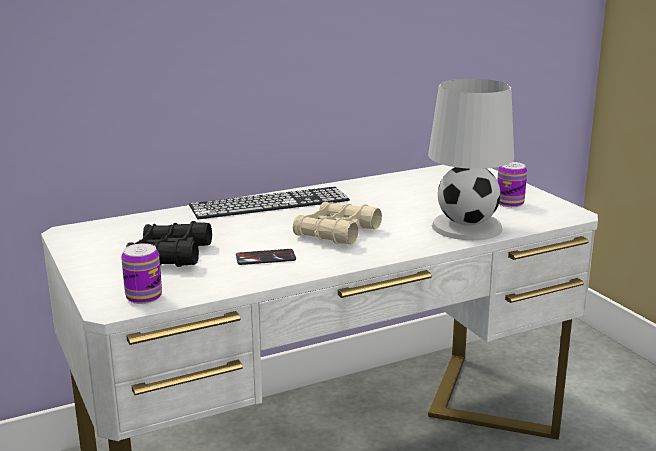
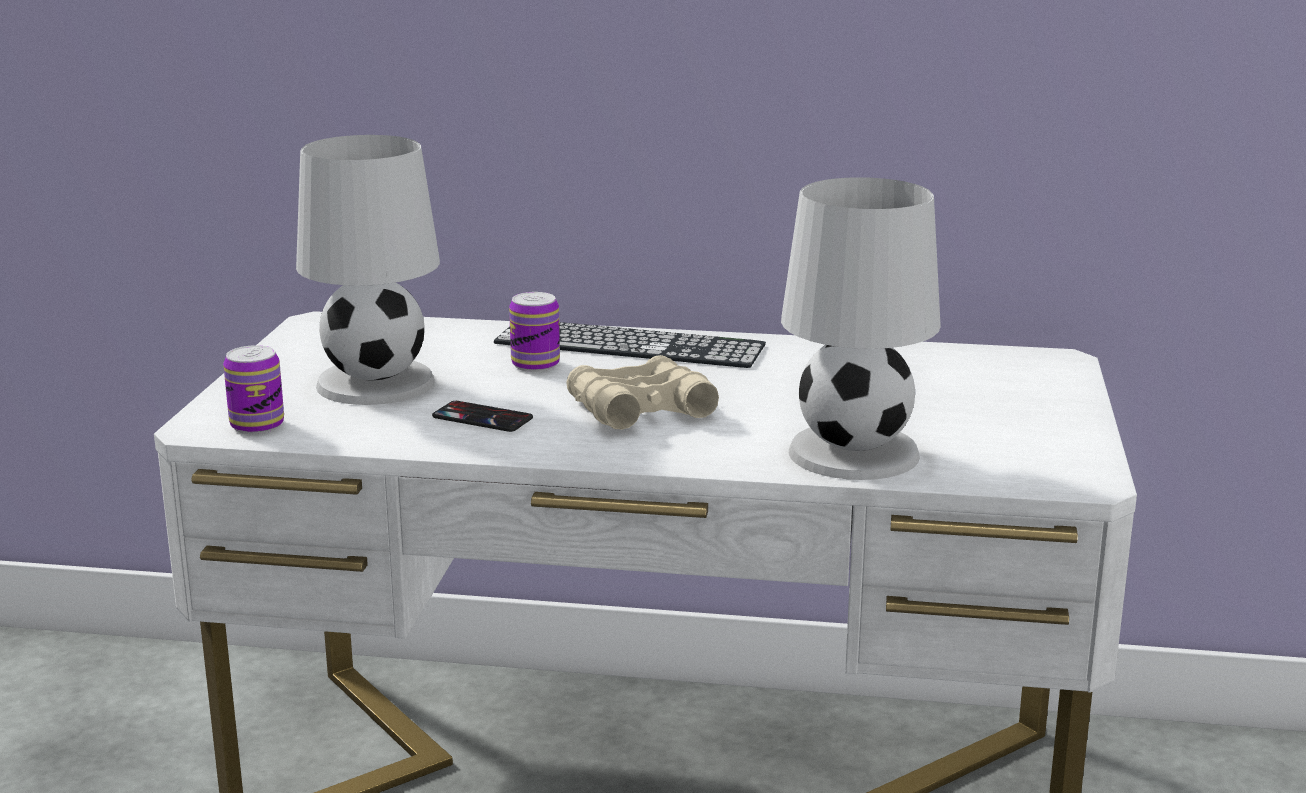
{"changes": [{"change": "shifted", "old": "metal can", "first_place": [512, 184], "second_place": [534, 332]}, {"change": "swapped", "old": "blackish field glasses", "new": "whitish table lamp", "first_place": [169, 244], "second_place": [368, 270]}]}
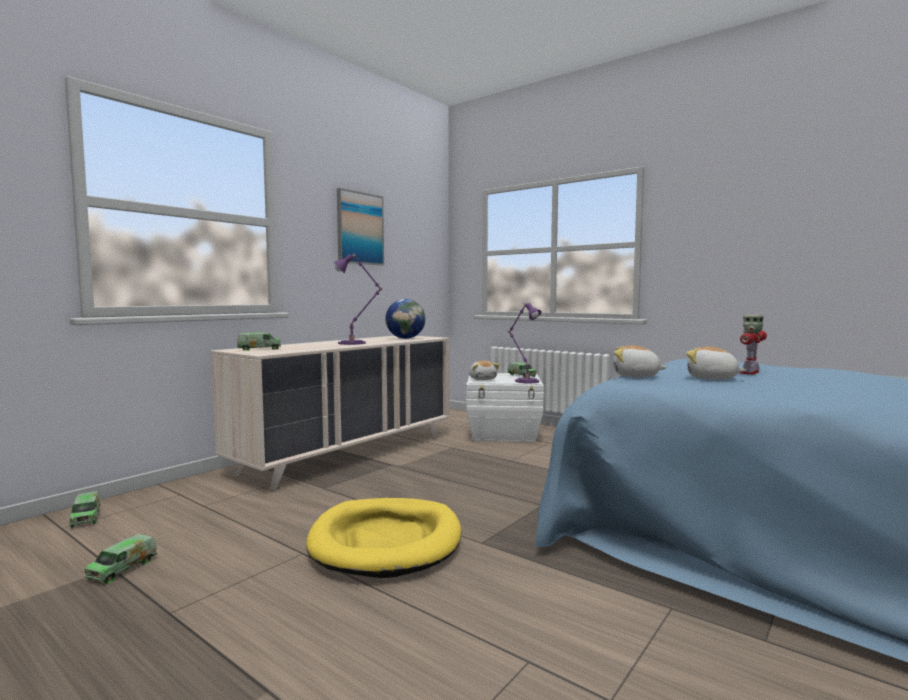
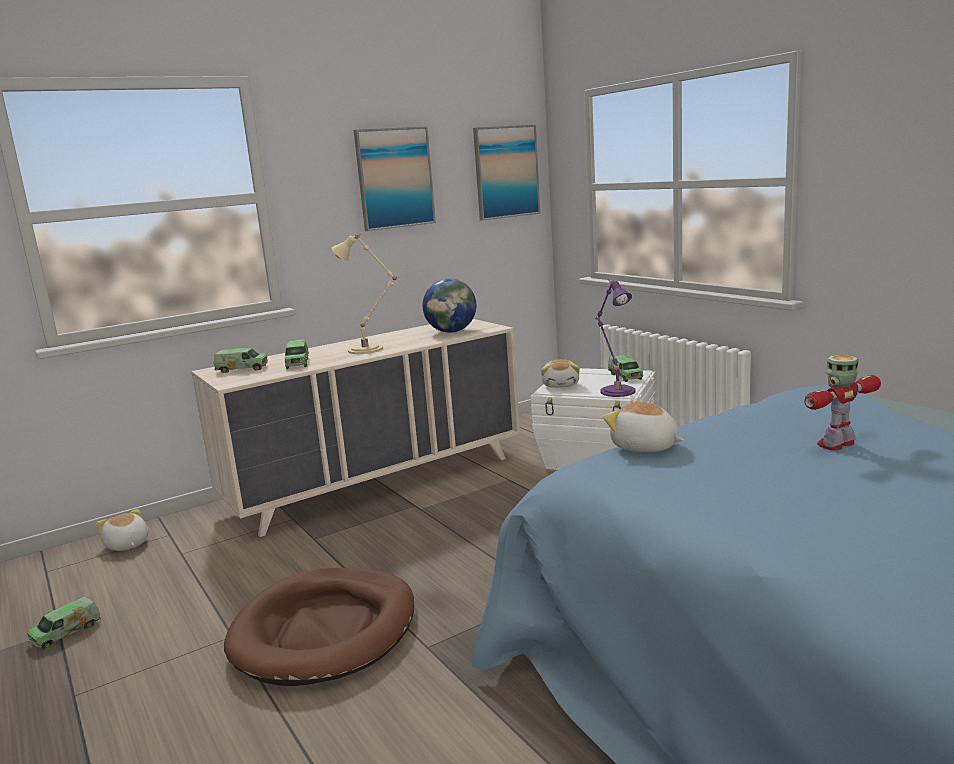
{"changes": [{"change": "new", "new": "picture", "second_place": [507, 173]}, {"change": "shifted", "old": "toy lorry", "first_place": [85, 509], "second_place": [297, 354]}, {"change": "shifted", "old": "plush toy", "first_place": [716, 363], "second_place": [122, 530]}, {"change": "repainted", "old": "yellow pet bed", "new": "brown-coloured pet bed", "first_place": [383, 538], "second_place": [319, 627]}, {"change": "repainted", "old": "purple table lamp", "new": "beige table lamp", "first_place": [358, 299], "second_place": [365, 294]}]}
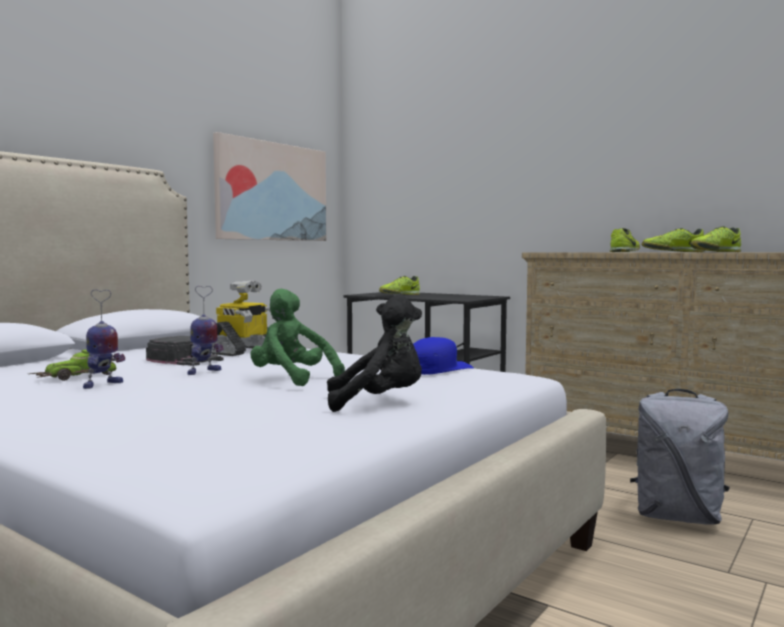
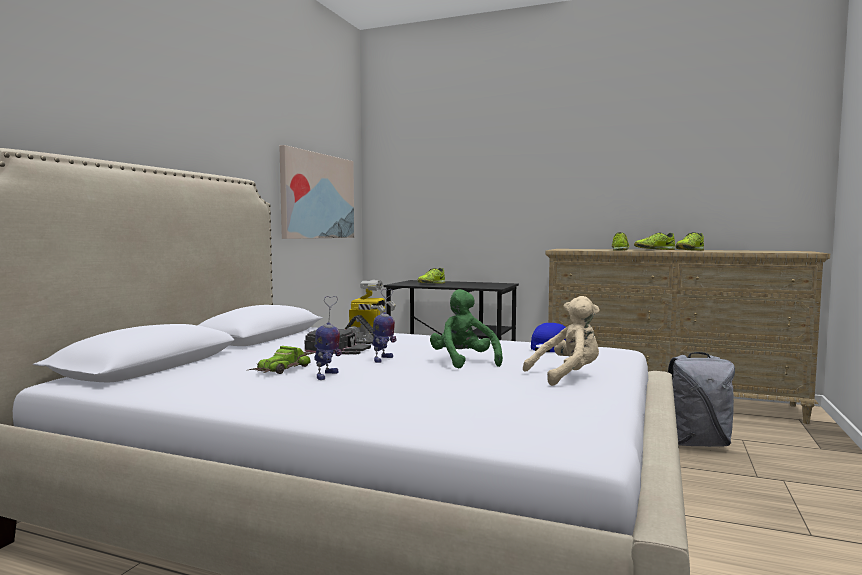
{"changes": [{"change": "repainted", "old": "blackish plush toy", "new": "beige plush toy", "first_place": [374, 353], "second_place": [561, 341]}, {"change": "rotated", "old": "greenish plush toy", "first_place": [298, 337], "second_place": [466, 328], "degrees": 45}]}
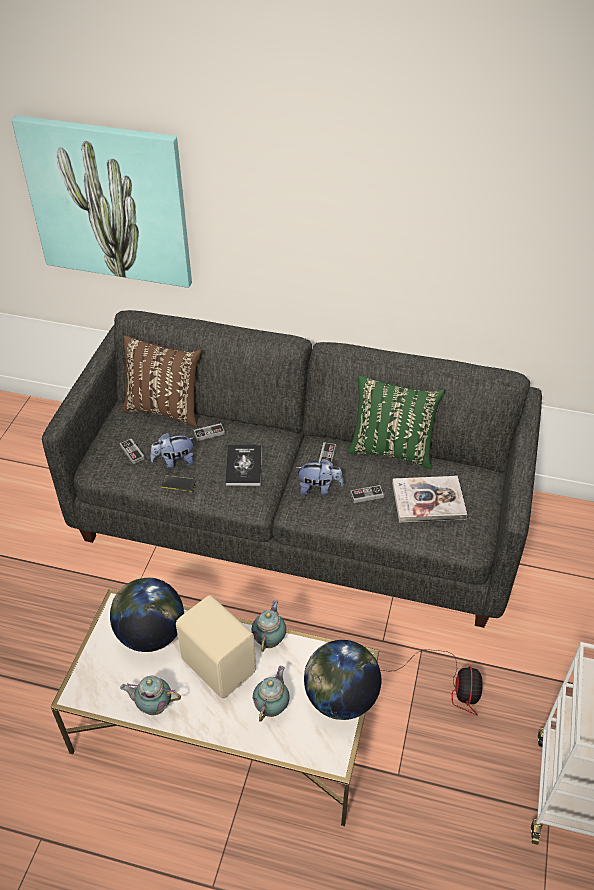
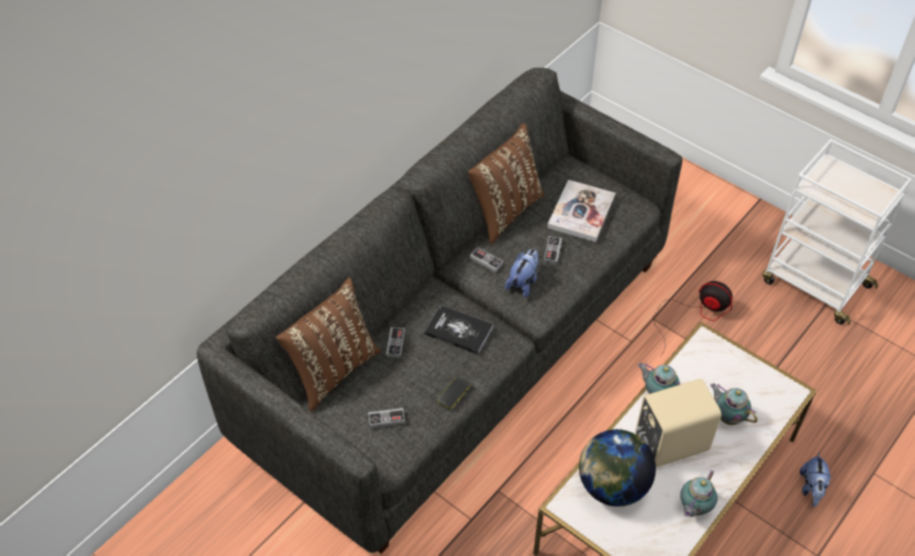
{"changes": [{"change": "gone", "old": "picture", "first_place": [102, 201]}, {"change": "gone", "old": "globe", "first_place": [342, 680]}, {"change": "shifted", "old": "plush toy", "first_place": [172, 451], "second_place": [815, 479]}, {"change": "repainted", "old": "greenish pillow", "new": "brown-coloured pillow", "first_place": [396, 422], "second_place": [506, 184]}]}
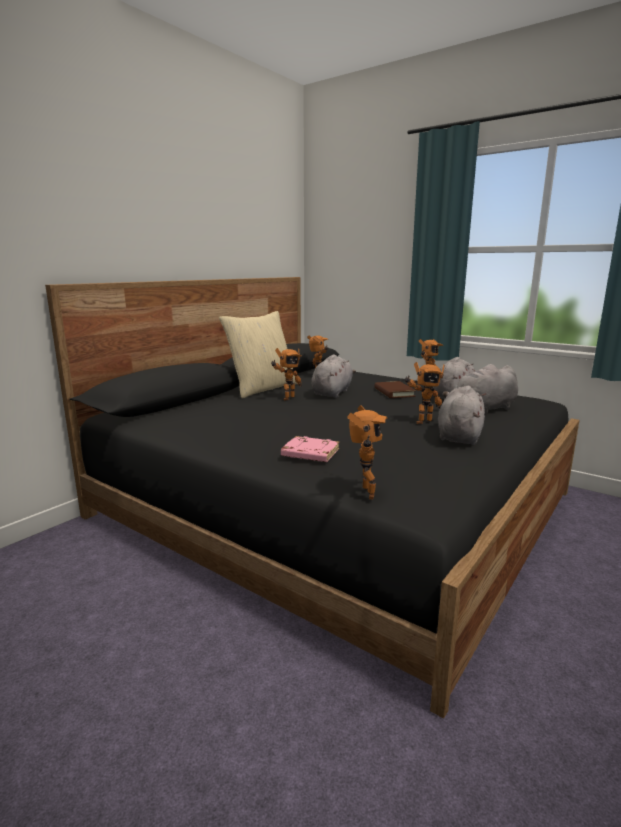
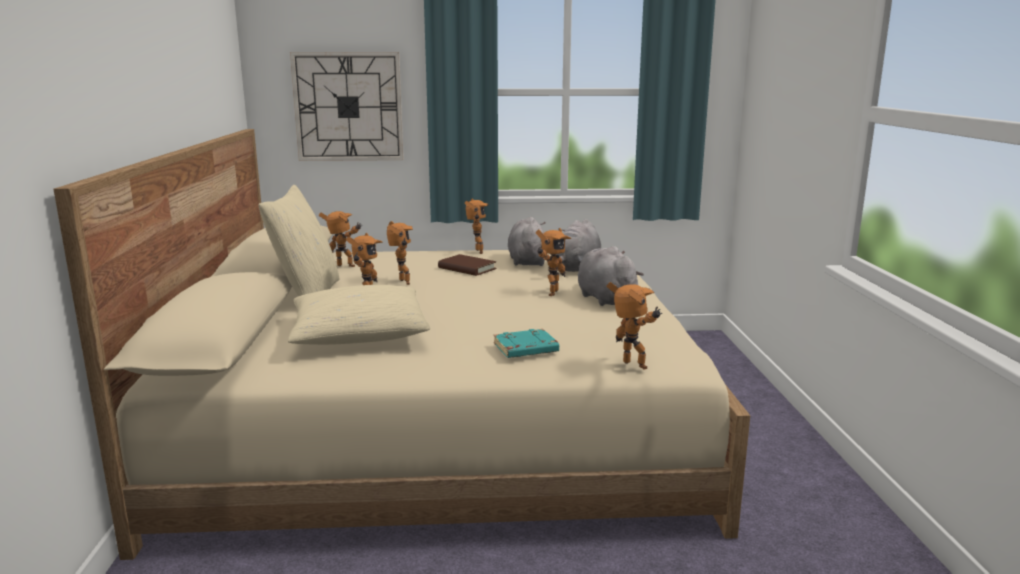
{"changes": [{"change": "new", "new": "beige pillow", "second_place": [359, 315]}, {"change": "new", "new": "hanging clock", "second_place": [347, 106]}, {"change": "swapped", "old": "gray plush toy", "new": "robot figure", "first_place": [333, 376], "second_place": [400, 253]}, {"change": "repainted", "old": "blackish bedroom bed", "new": "beige bedroom bed", "first_place": [312, 497], "second_place": [402, 344]}, {"change": "repainted", "old": "pinkish bound book", "new": "turquoise bound book", "first_place": [310, 449], "second_place": [526, 343]}]}
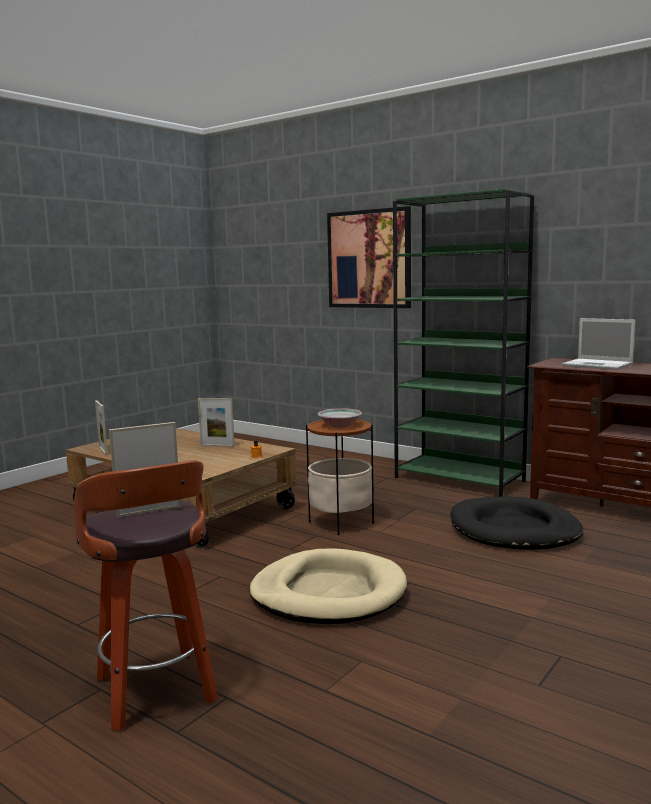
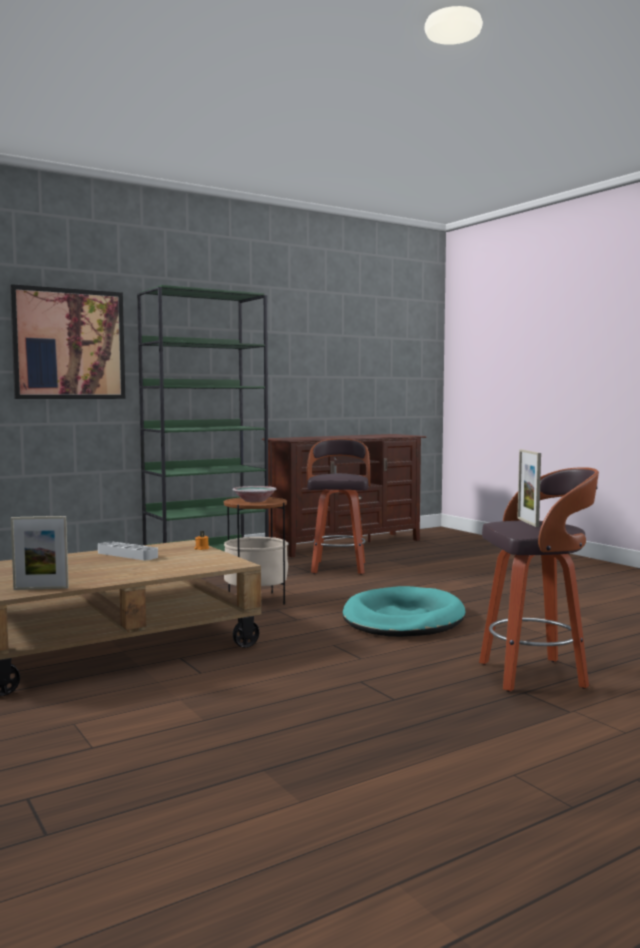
{"changes": [{"change": "gone", "old": "portable computer", "first_place": [599, 344]}, {"change": "swapped", "old": "standing frame", "new": "gray serving tray", "first_place": [216, 422], "second_place": [128, 550]}, {"change": "swapped", "old": "blackish pet bed", "new": "stool", "first_place": [516, 523], "second_place": [338, 506]}, {"change": "repainted", "old": "beige pet bed", "new": "turquoise pet bed", "first_place": [328, 586], "second_place": [404, 611]}]}
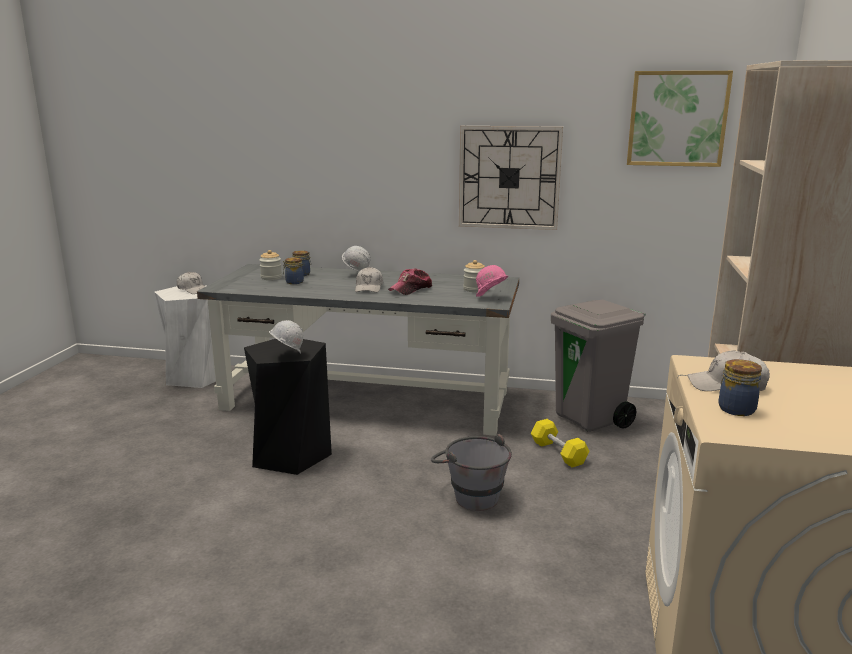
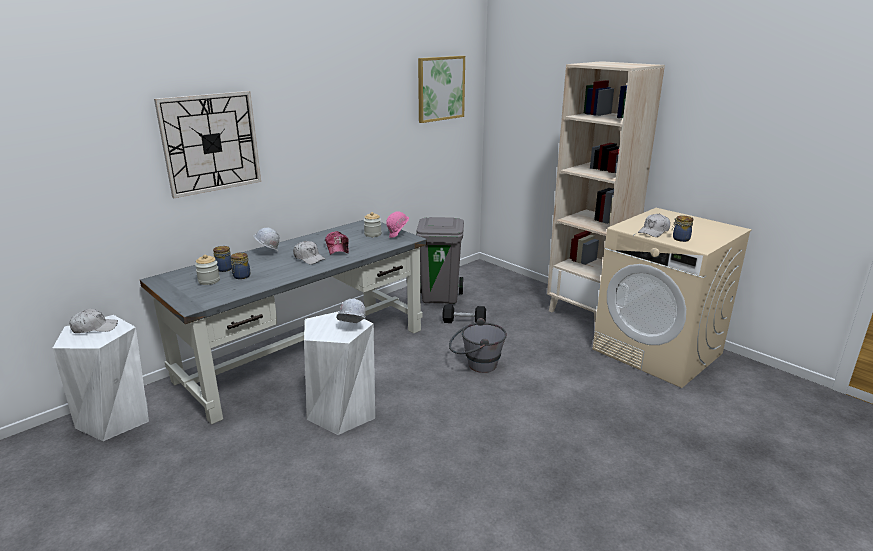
{"changes": [{"change": "shifted", "old": "hanging clock", "first_place": [511, 178], "second_place": [207, 144]}, {"change": "repainted", "old": "blackish stool", "new": "whitish stool", "first_place": [288, 407], "second_place": [339, 373]}, {"change": "repainted", "old": "yellow free weight", "new": "blackish free weight", "first_place": [560, 443], "second_place": [464, 313]}]}
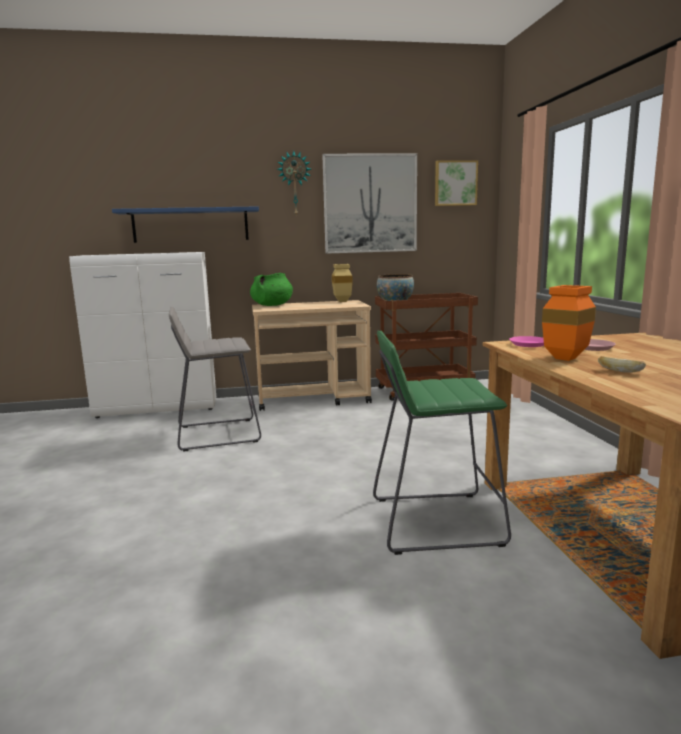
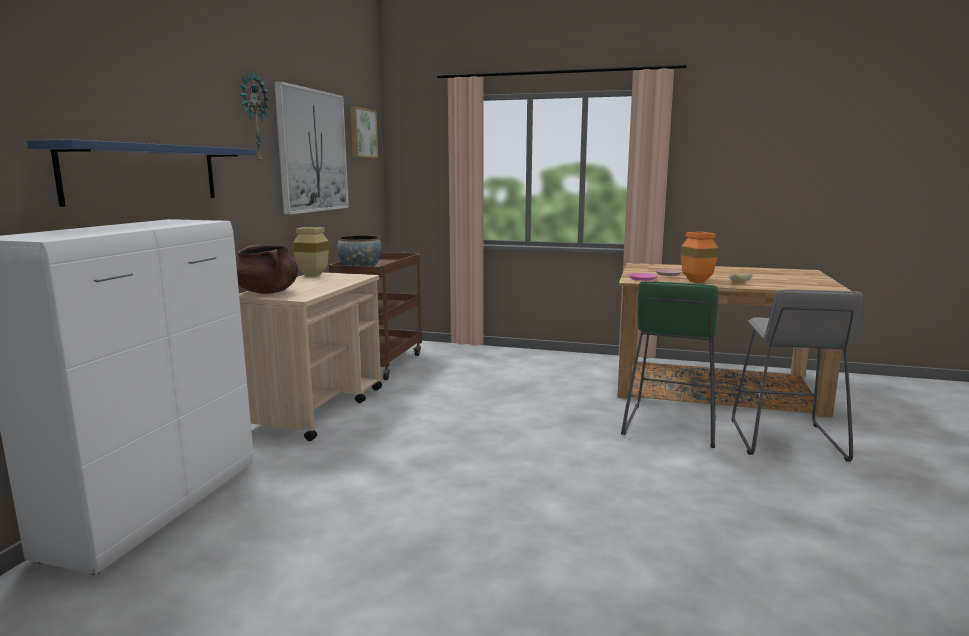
{"changes": [{"change": "shifted", "old": "gray stool", "first_place": [215, 379], "second_place": [797, 375]}, {"change": "repainted", "old": "greenish saucepot", "new": "brown-coloured saucepot", "first_place": [271, 289], "second_place": [267, 269]}]}
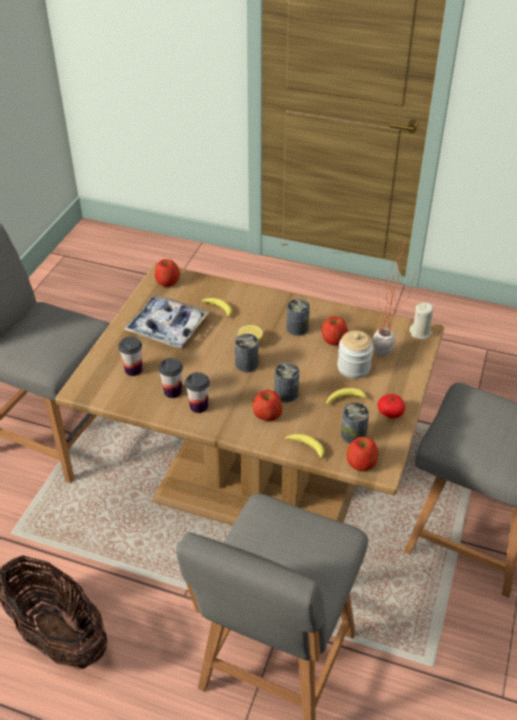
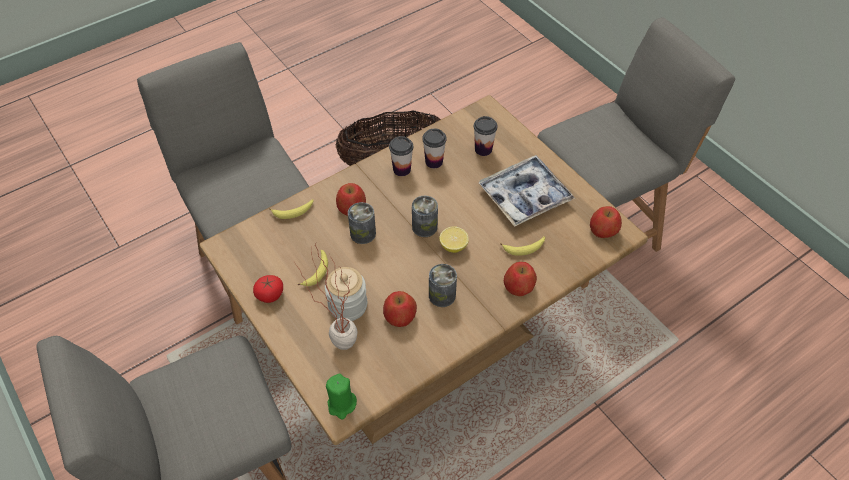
{"changes": [{"change": "gone", "old": "metal can", "first_place": [355, 423]}, {"change": "shifted", "old": "apple fruit", "first_place": [362, 454], "second_place": [520, 279]}, {"change": "repainted", "old": "beige wax candle", "new": "greenish wax candle", "first_place": [421, 320], "second_place": [341, 396]}]}
